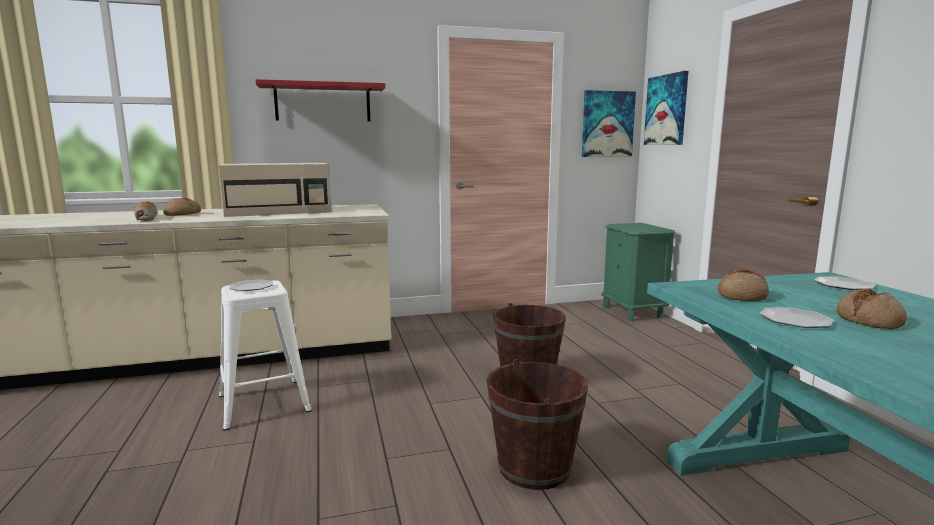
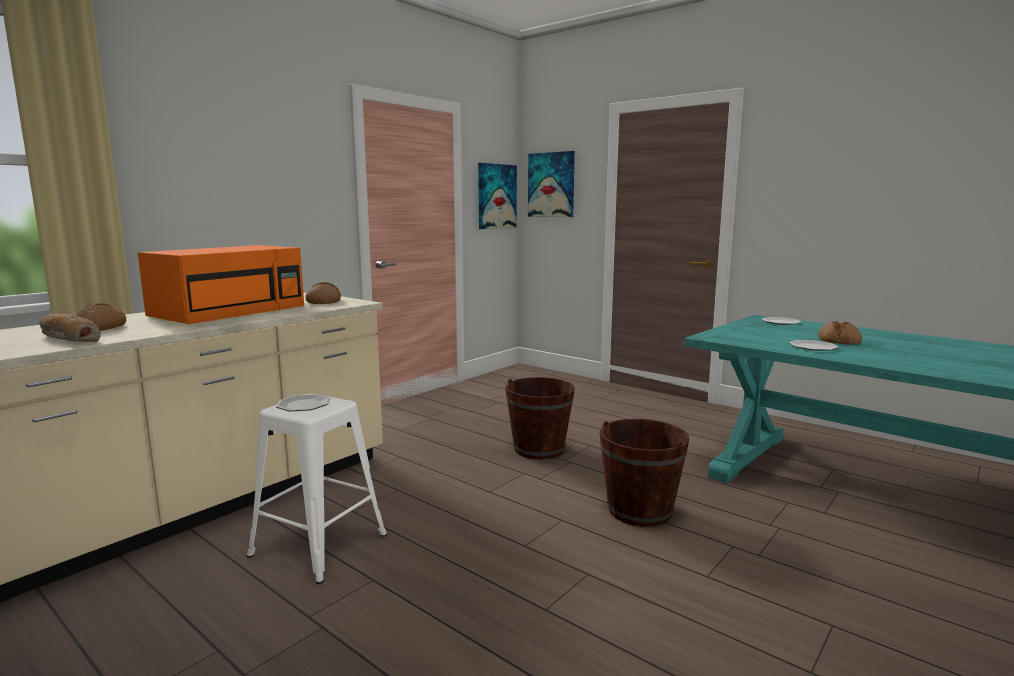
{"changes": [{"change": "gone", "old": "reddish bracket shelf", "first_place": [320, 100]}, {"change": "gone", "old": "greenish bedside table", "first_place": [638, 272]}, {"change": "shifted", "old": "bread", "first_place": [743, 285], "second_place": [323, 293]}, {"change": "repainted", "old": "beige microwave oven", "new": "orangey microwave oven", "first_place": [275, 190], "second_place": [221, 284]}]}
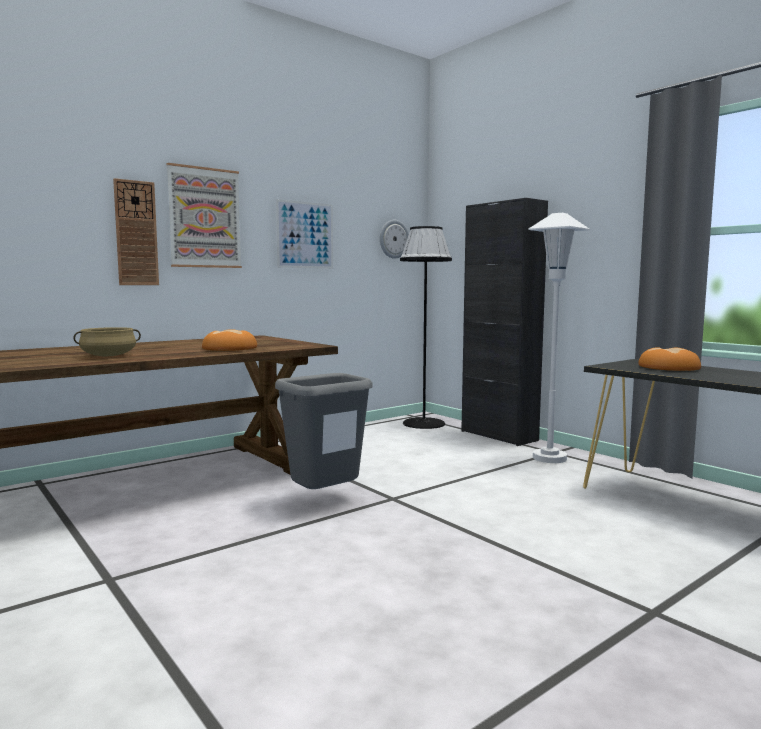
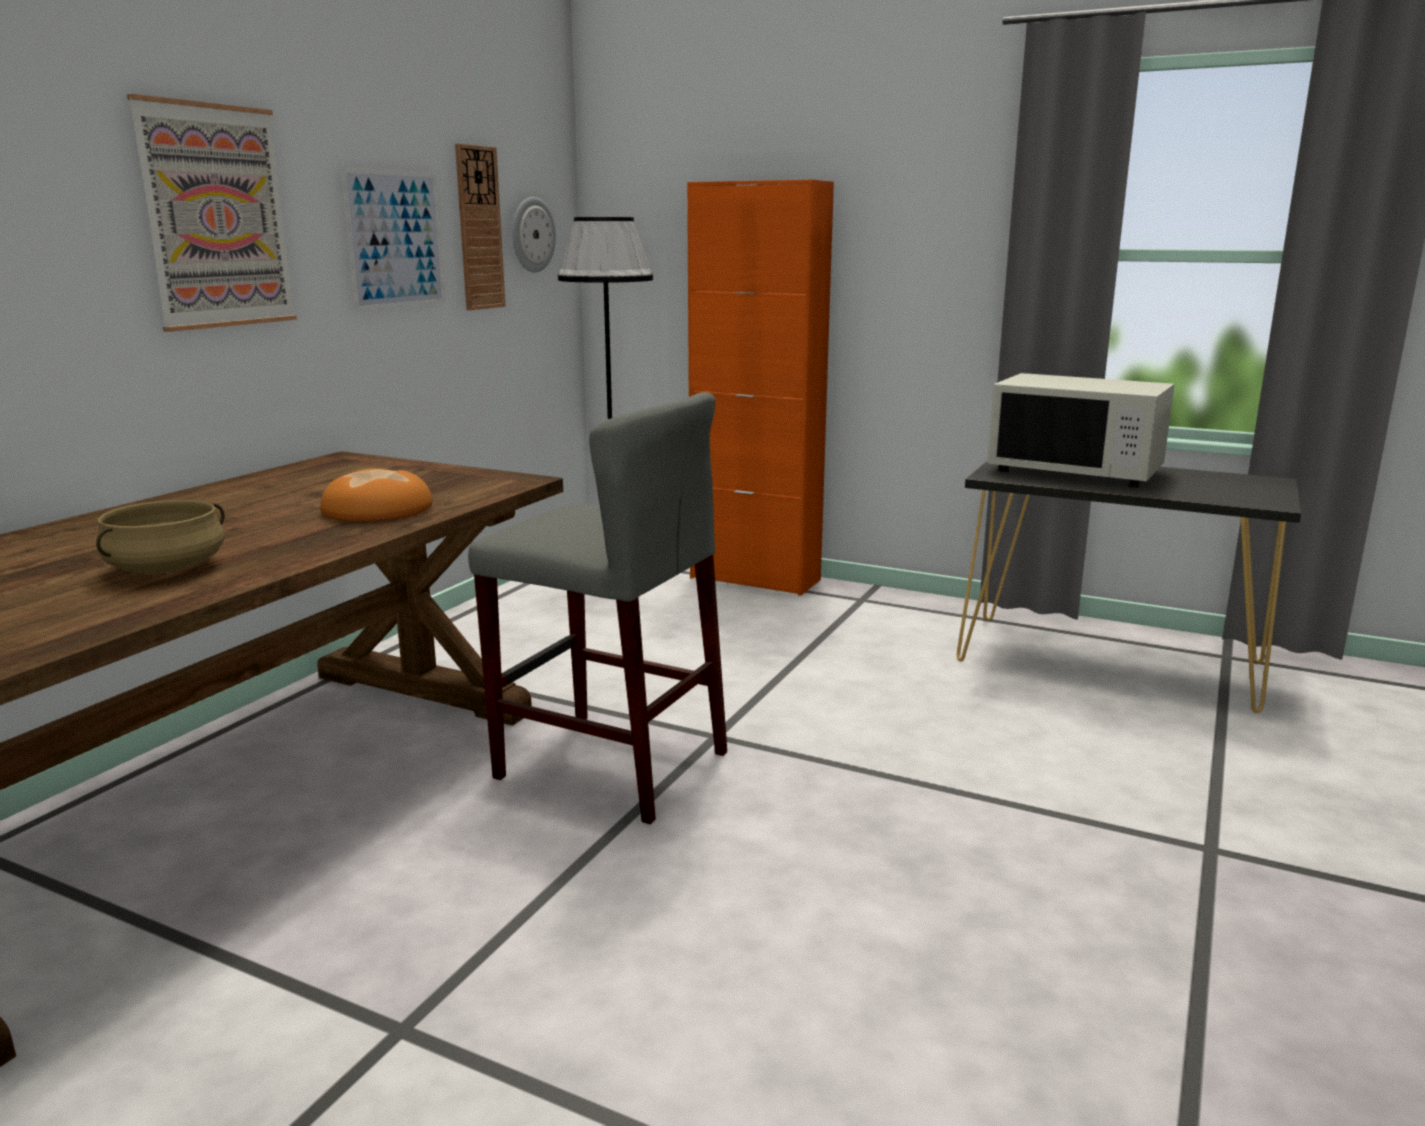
{"changes": [{"change": "gone", "old": "whitish standard lamp", "first_place": [559, 338]}, {"change": "shifted", "old": "hanging clock", "first_place": [136, 231], "second_place": [480, 227]}, {"change": "swapped", "old": "gray trash can", "new": "gray stool", "first_place": [323, 431], "second_place": [597, 608]}, {"change": "swapped", "old": "bread", "new": "whitish microwave oven", "first_place": [669, 359], "second_place": [1081, 430]}, {"change": "repainted", "old": "blackish storage cabinet", "new": "orangey storage cabinet", "first_place": [504, 322], "second_place": [760, 387]}]}
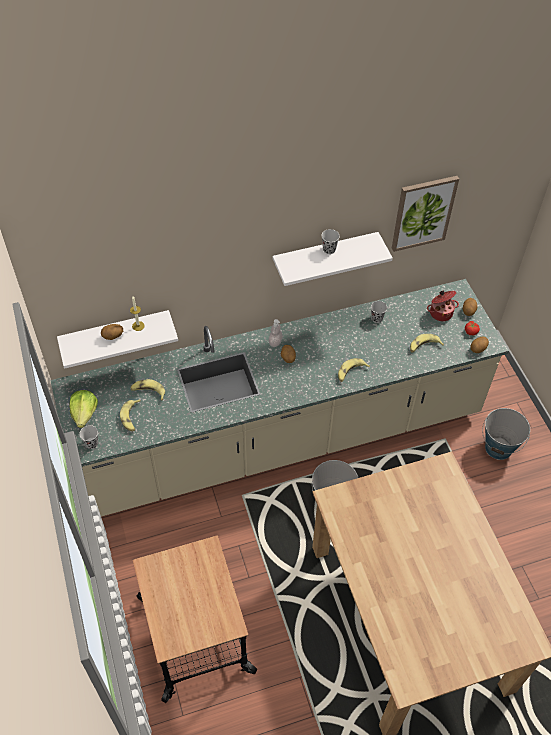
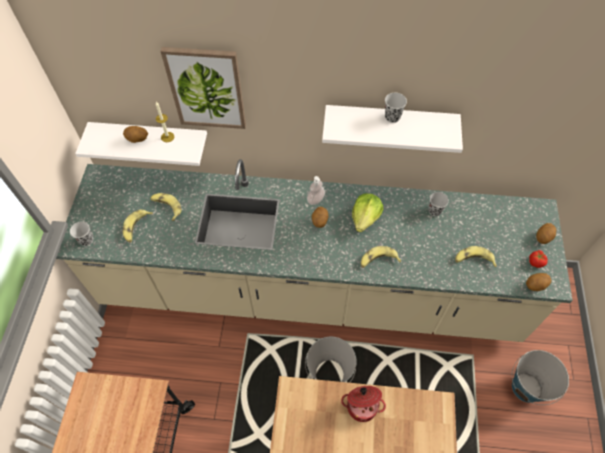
{"changes": [{"change": "shifted", "old": "lettuce head", "first_place": [84, 409], "second_place": [367, 212]}, {"change": "shifted", "old": "picture", "first_place": [425, 214], "second_place": [203, 88]}, {"change": "shifted", "old": "saucepot", "first_place": [443, 305], "second_place": [363, 404]}]}
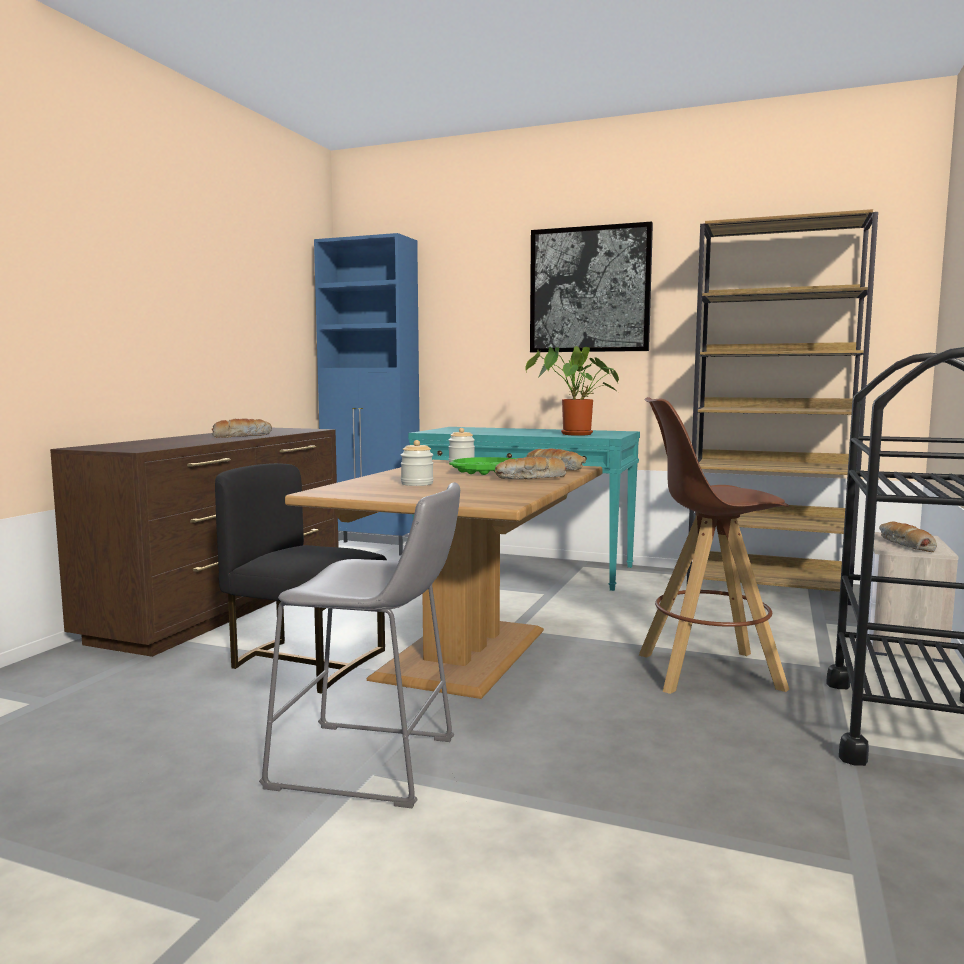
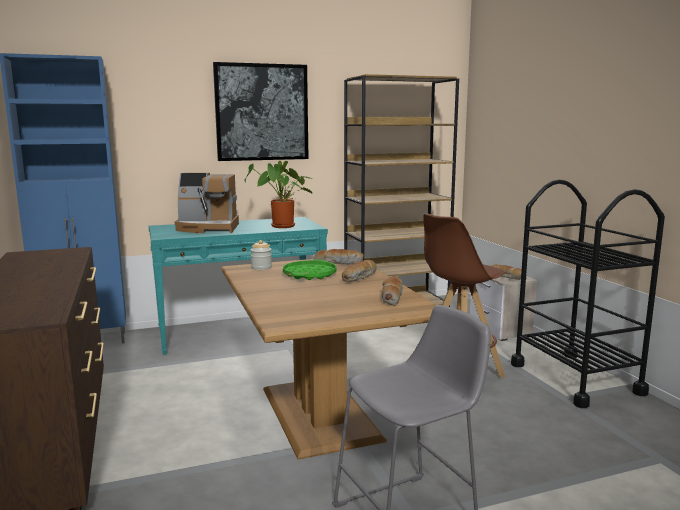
{"changes": [{"change": "gone", "old": "blackish plain chair", "first_place": [301, 578]}, {"change": "gone", "old": "preserve jar", "first_place": [417, 463]}, {"change": "new", "new": "coffee machine", "second_place": [207, 203]}, {"change": "shifted", "old": "bread", "first_place": [242, 428], "second_place": [392, 291]}]}
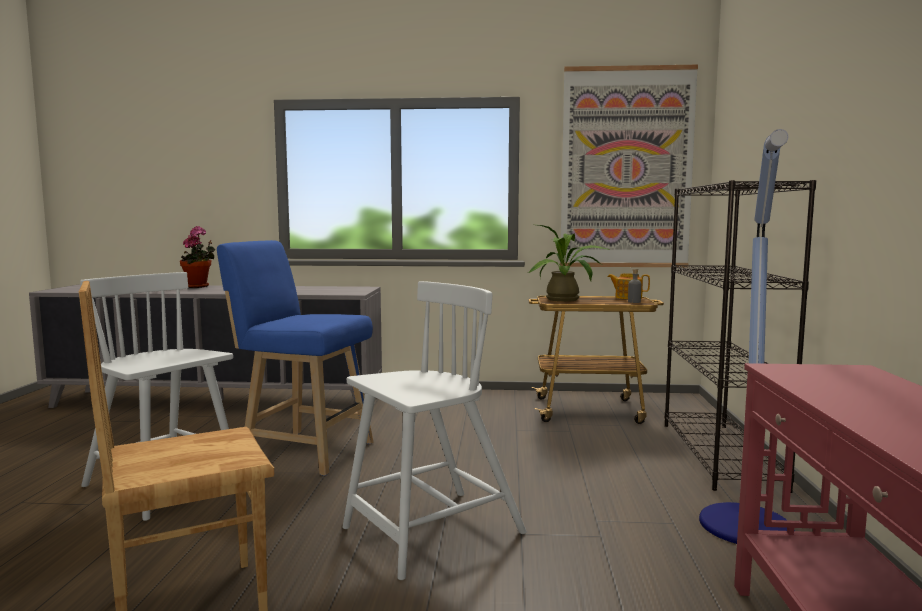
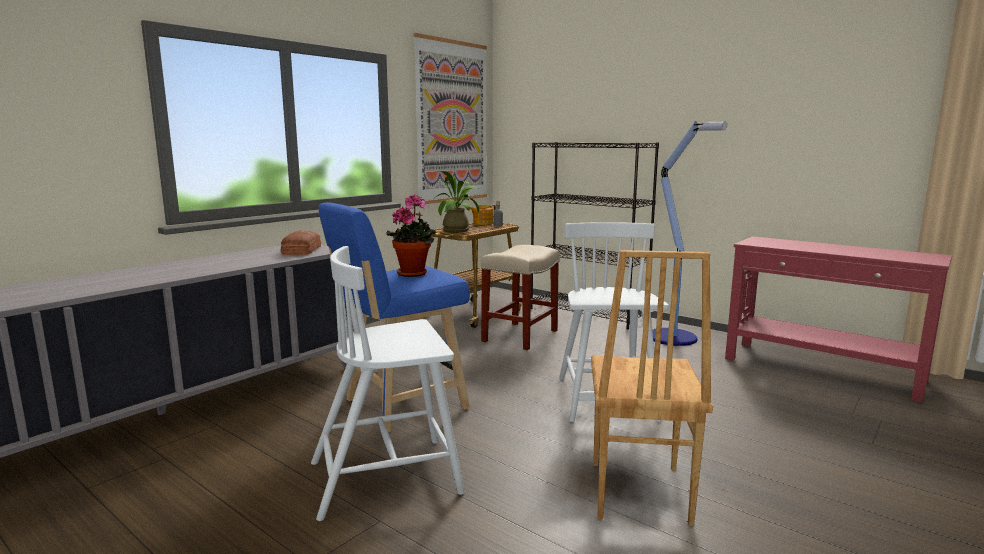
{"changes": [{"change": "new", "new": "bread", "second_place": [301, 242]}, {"change": "new", "new": "beige stool", "second_place": [520, 297]}, {"change": "shifted", "old": "plant in a pot", "first_place": [197, 257], "second_place": [411, 235]}]}
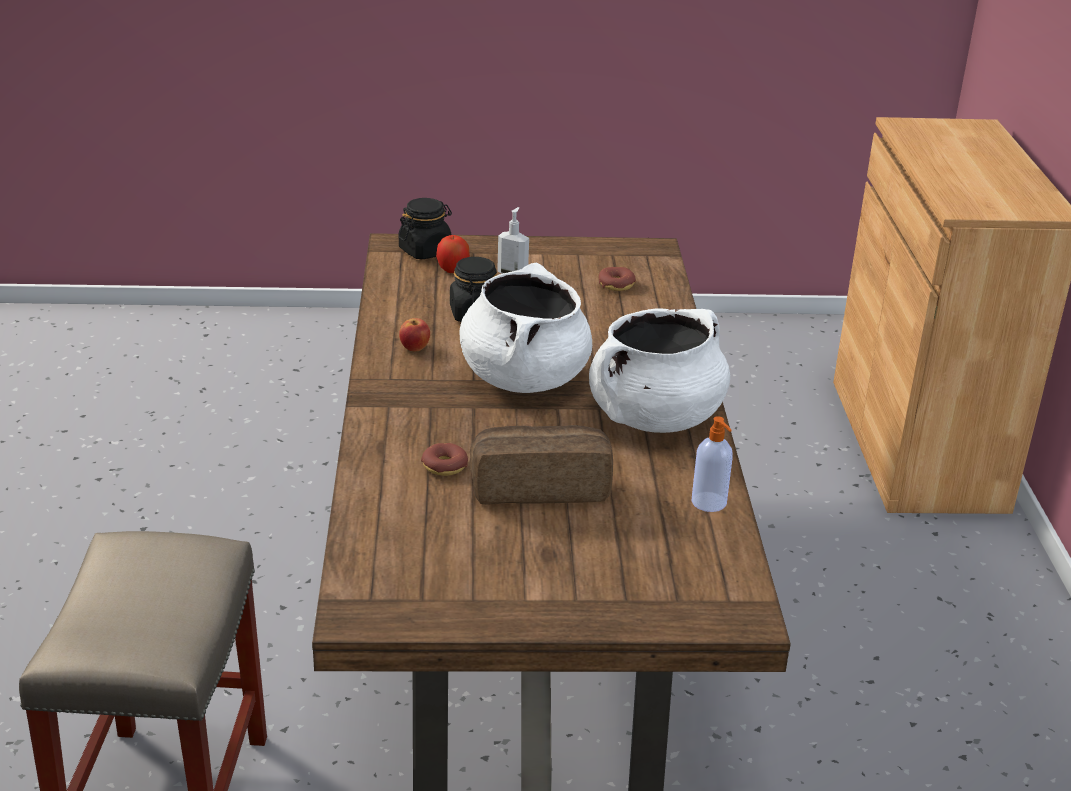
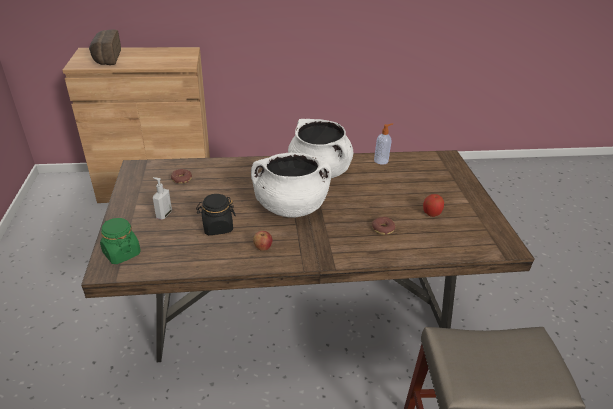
{"changes": [{"change": "shifted", "old": "apple fruit", "first_place": [453, 254], "second_place": [433, 205]}, {"change": "shifted", "old": "bread", "first_place": [541, 465], "second_place": [105, 47]}, {"change": "repainted", "old": "blackish preserve jar", "new": "greenish preserve jar", "first_place": [425, 228], "second_place": [120, 241]}]}
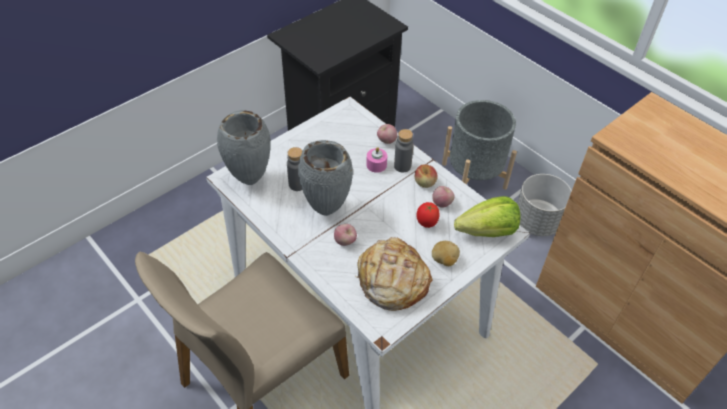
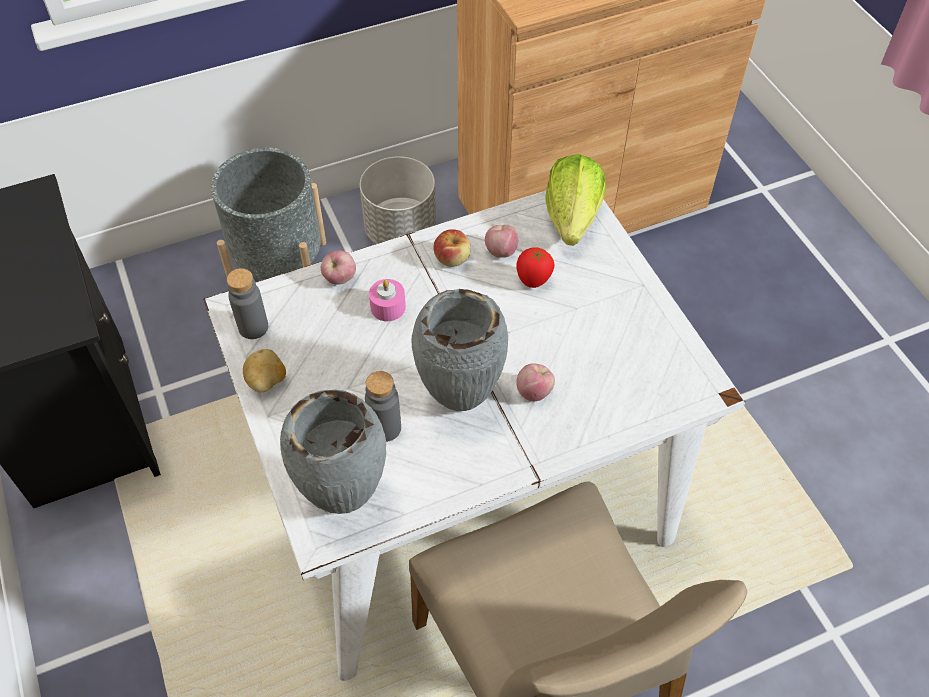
{"changes": [{"change": "gone", "old": "bread", "first_place": [393, 274]}, {"change": "shifted", "old": "gray drink bottle", "first_place": [404, 150], "second_place": [247, 303]}, {"change": "shifted", "old": "spud", "first_place": [446, 253], "second_place": [264, 370]}]}
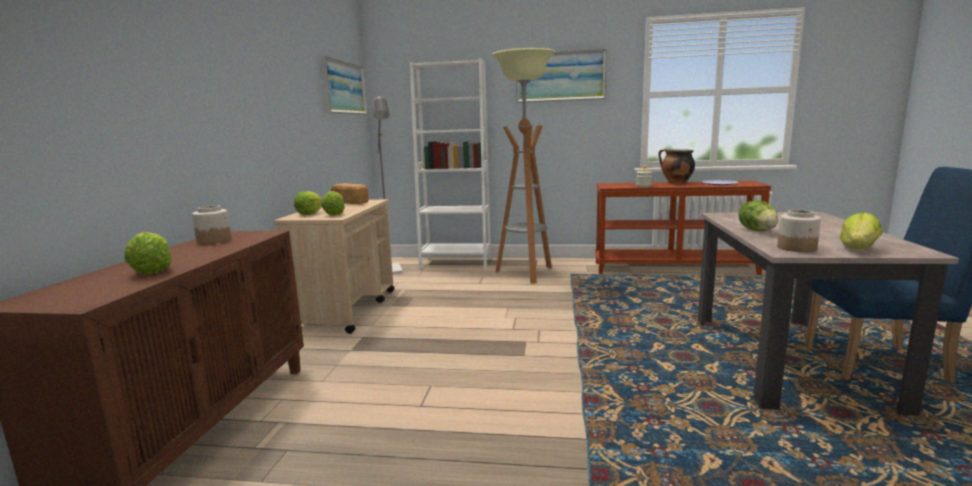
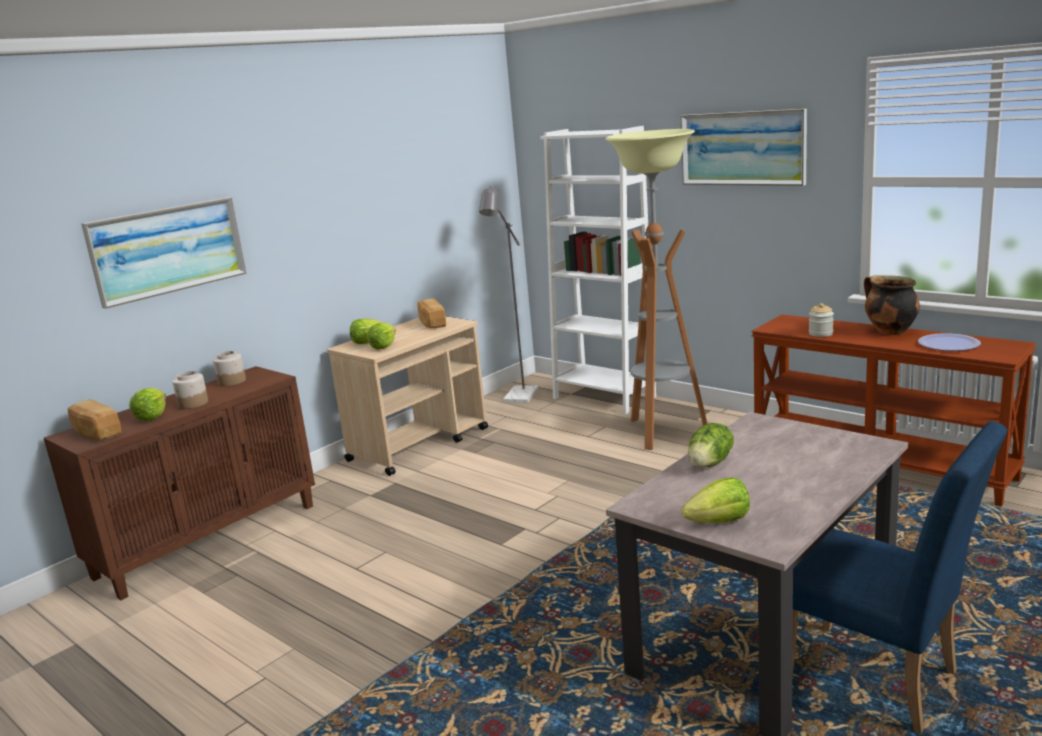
{"changes": [{"change": "new", "new": "bread", "second_place": [95, 420]}, {"change": "shifted", "old": "picture", "first_place": [344, 85], "second_place": [164, 253]}, {"change": "shifted", "old": "preserve jar", "first_place": [799, 231], "second_place": [190, 390]}]}
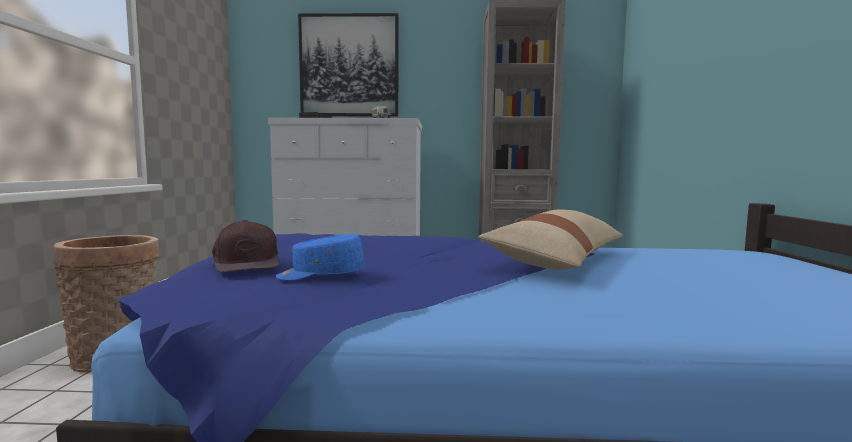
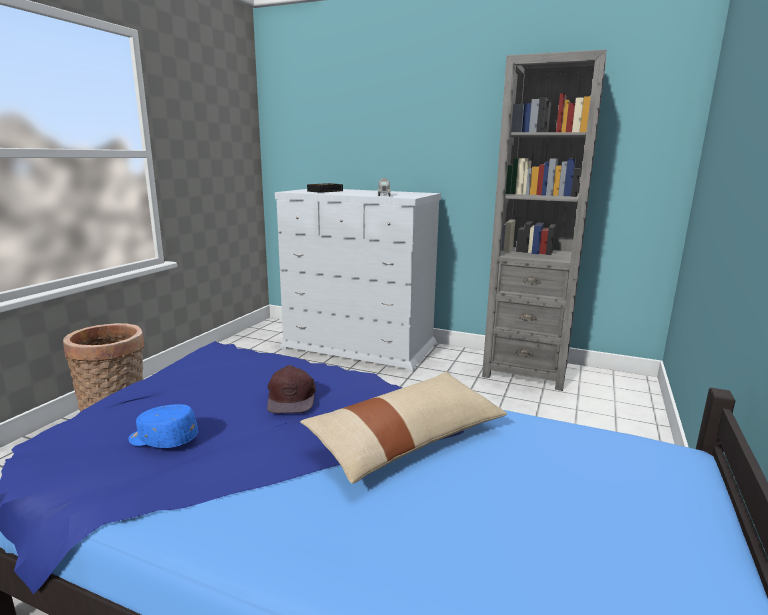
{"changes": [{"change": "gone", "old": "picture", "first_place": [348, 65]}, {"change": "shifted", "old": "brown-coloured peaked cap", "first_place": [246, 246], "second_place": [291, 389]}]}
